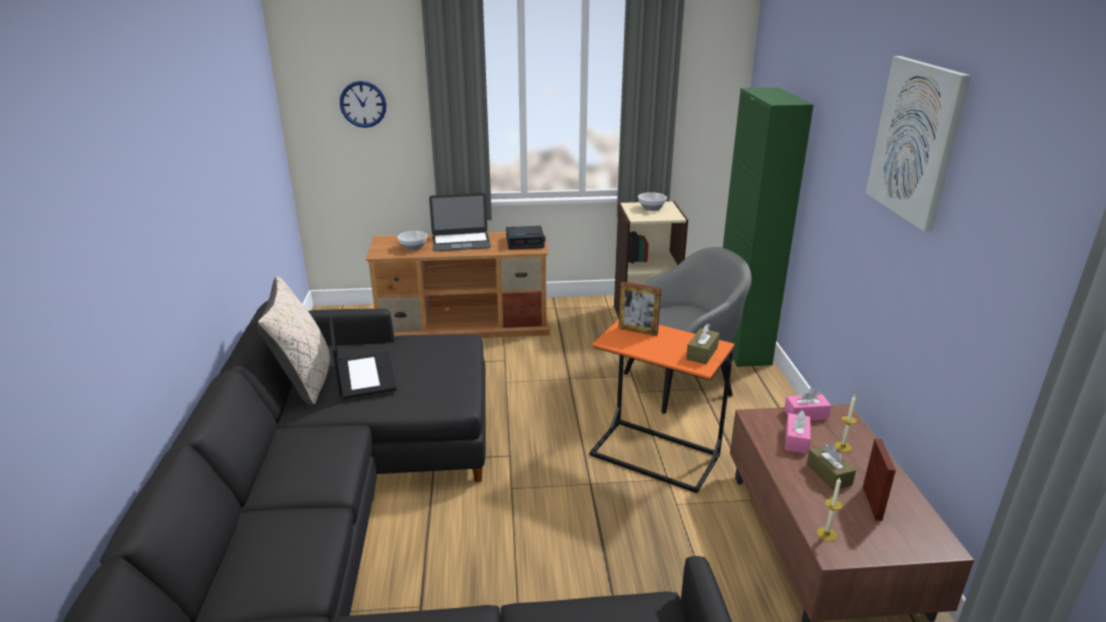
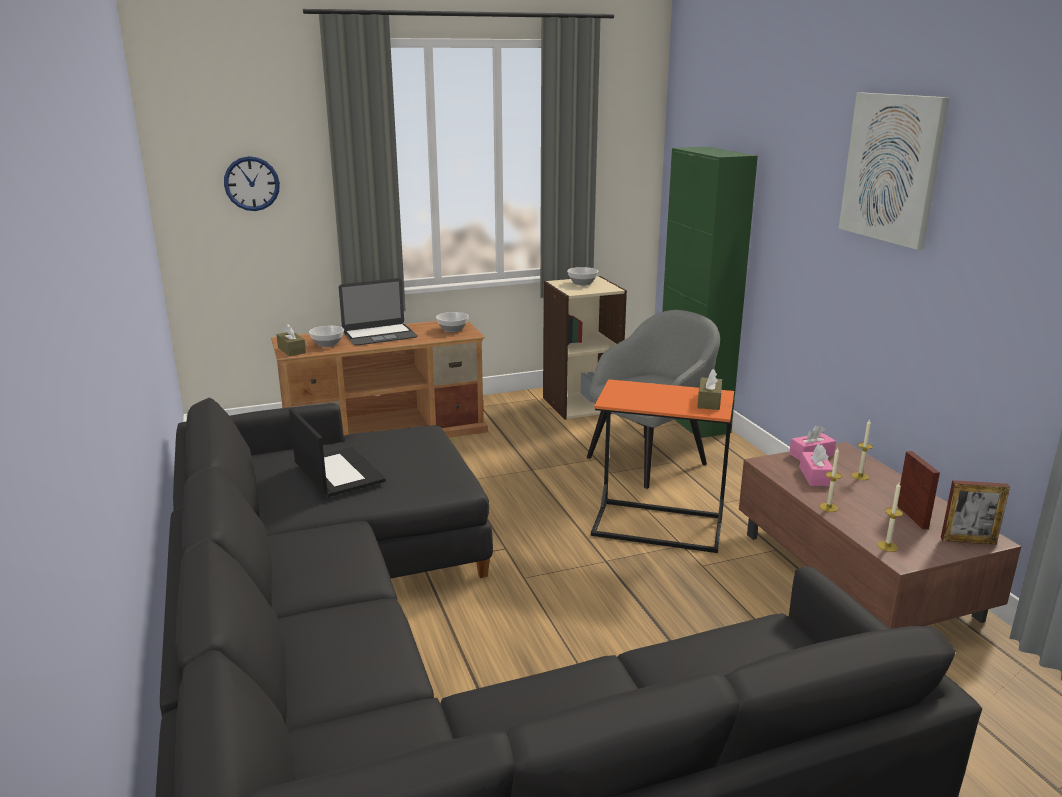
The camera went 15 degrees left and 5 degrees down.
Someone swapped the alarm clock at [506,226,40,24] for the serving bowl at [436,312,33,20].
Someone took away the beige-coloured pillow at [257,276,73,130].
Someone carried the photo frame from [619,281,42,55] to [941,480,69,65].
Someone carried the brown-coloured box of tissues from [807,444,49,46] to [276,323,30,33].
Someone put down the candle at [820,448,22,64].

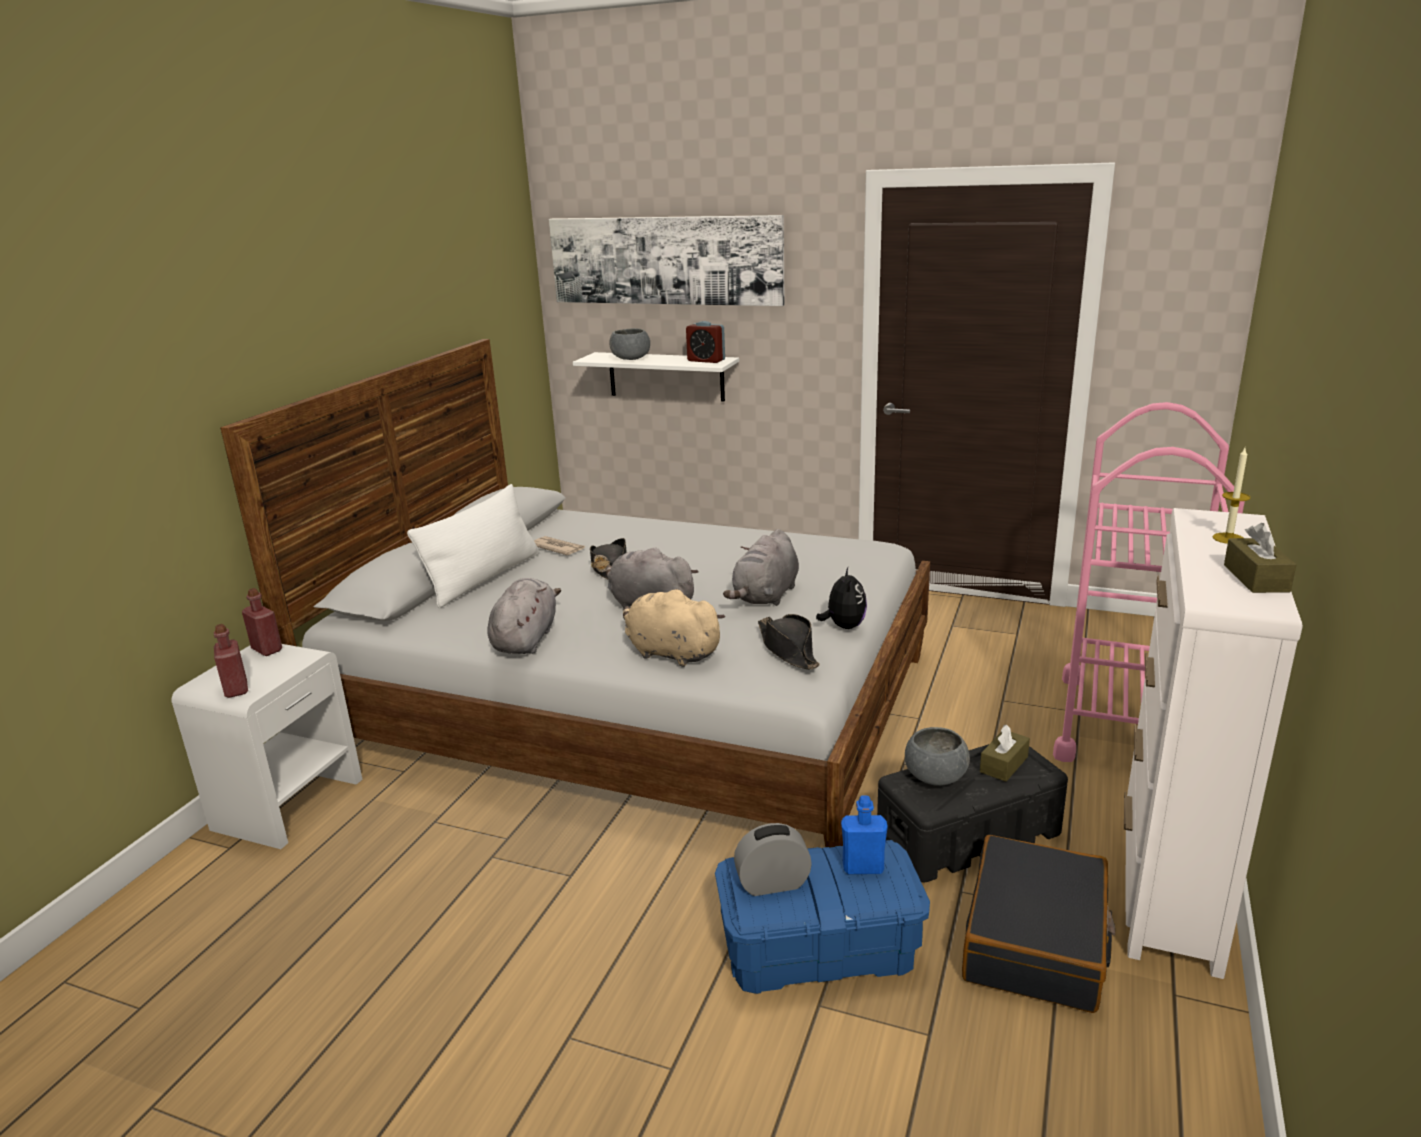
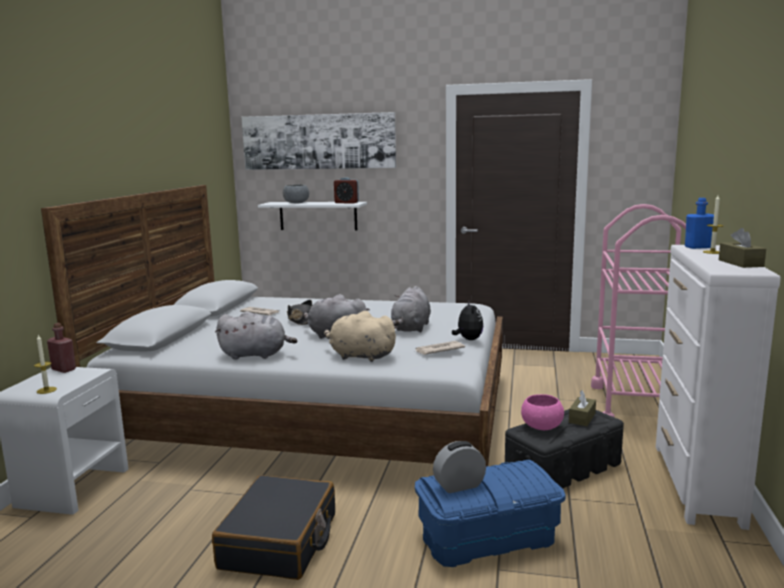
The camera went 10 degrees left and 10 degrees down.
Someone took away the white-coloured pillow at [407,484,133,124].
Someone rotated the grey cuddly toy at [487,578,74,76] by 90 degrees clockwise.
Someone swapped the black-coloured clothing hat at [758,614,62,55] for the daily paper at [416,341,49,14].
Someone swapped the reddish beverage bottle at [214,624,34,74] for the candle at [34,335,23,59].
Someone repainted the grey serving bowl at [905,727,65,59], which became the pink serving bowl at [521,394,43,36].
Someone carried the blue beverage bottle from [841,795,47,79] to [685,198,29,51].
Someone carried the black-coloured travel case from [962,835,154,178] to [212,475,123,105].

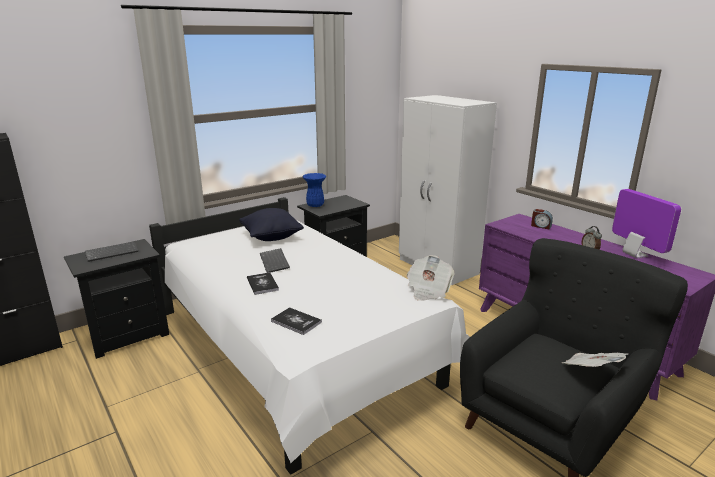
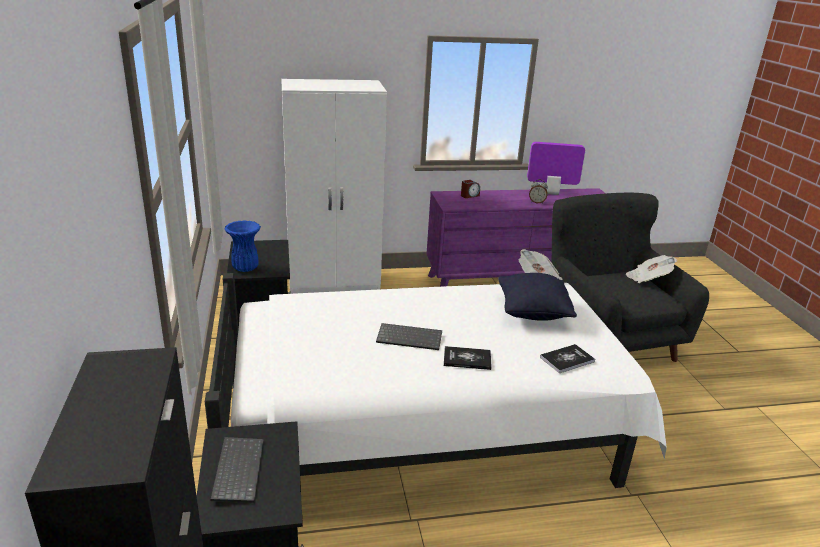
The camera went 65 degrees left and 5 degrees up.
Someone carried the black-coloured pillow from [239,208,65,33] to [498,273,79,48].

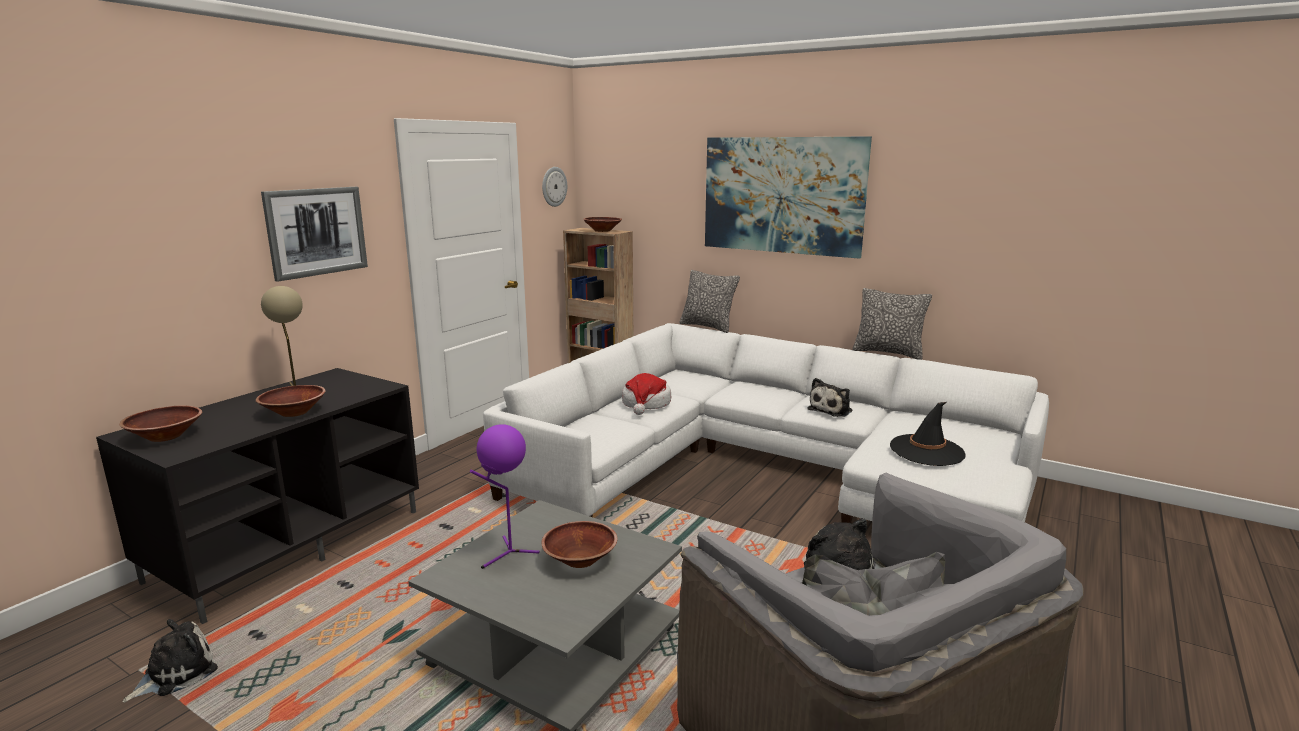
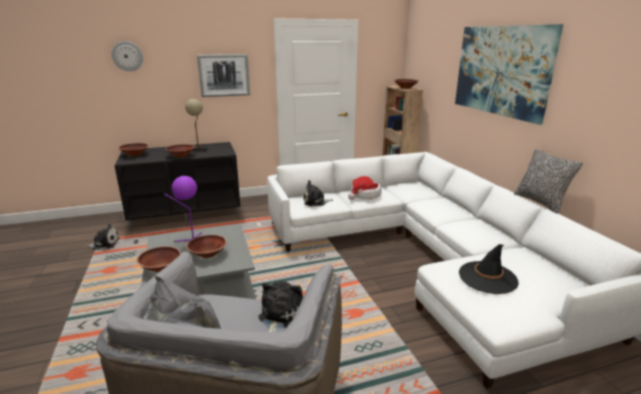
The camera went 40 degrees right and 5 degrees up.
Someone carried the hanging clock from [542,167,25,40] to [112,41,31,30].
Someone took away the pillow at [679,270,61,63].
Someone carried the cuddly toy from [808,378,44,39] to [303,180,30,26].
Someone put down the brown-coloured serving bowl at [136,247,45,25].

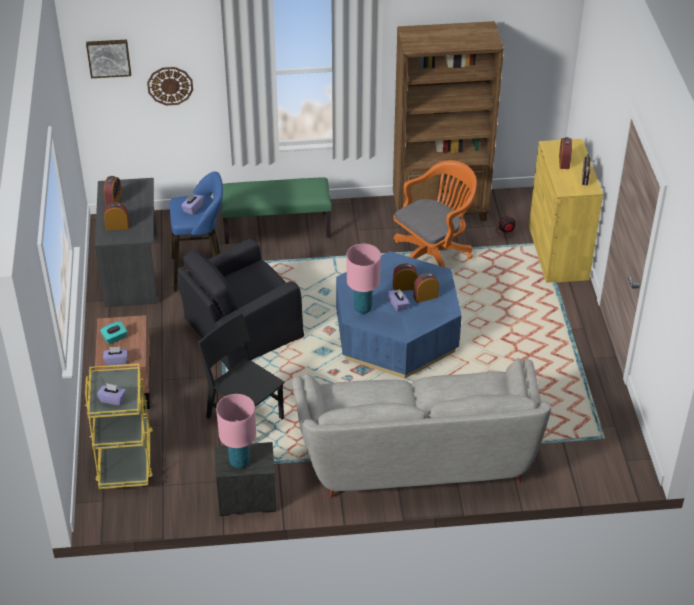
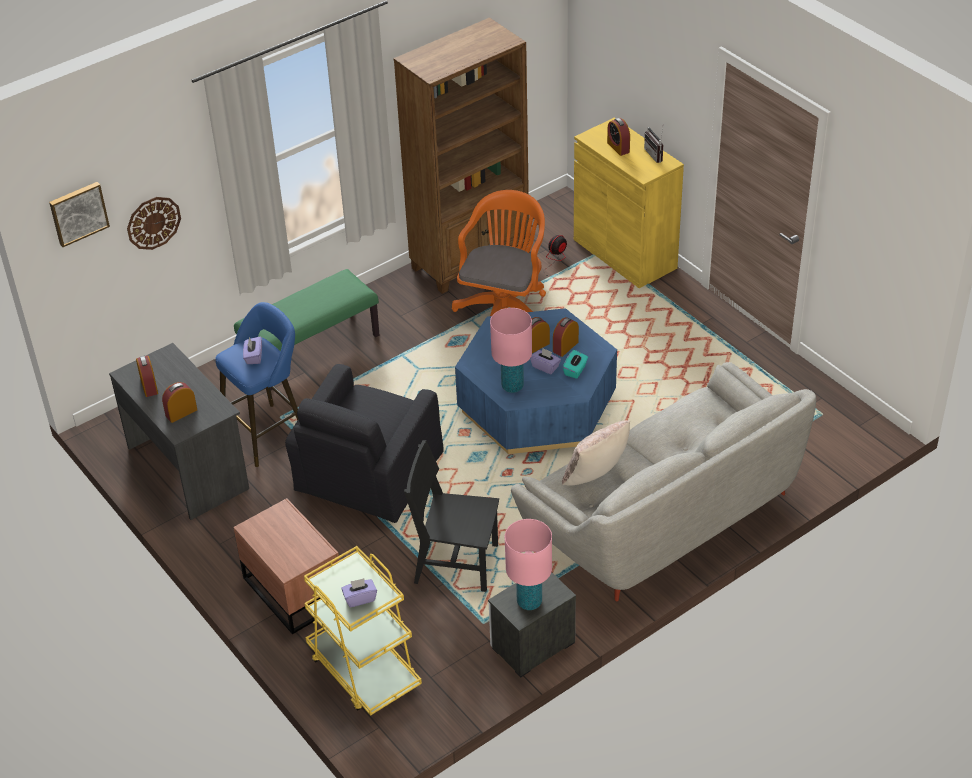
The camera went 30 degrees left and 0 degrees up.
Someone carried the turquoise box of tissues from [100,321,27,23] to [563,350,25,29].
Someone took away the purplish box of tissues at [103,347,24,19].
Someone put down the beige-coloured pillow at [562,420,68,66].

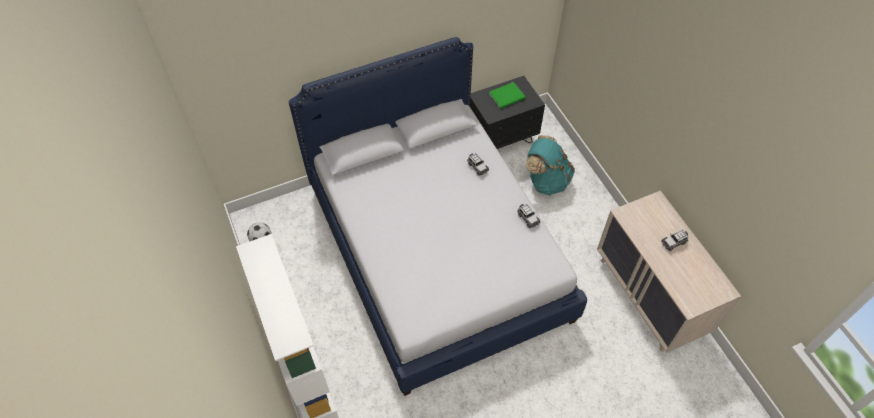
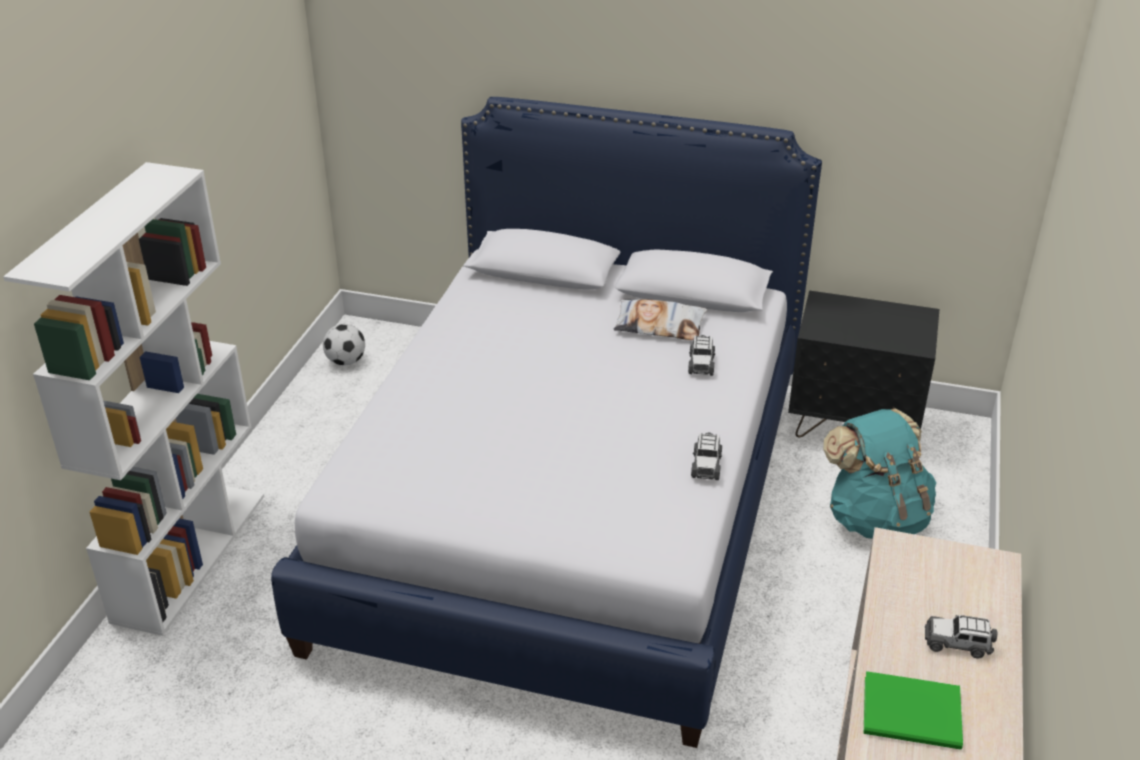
The camera went 40 degrees right and 20 degrees down.
Someone carried the green book from [489,82,37,27] to [864,671,99,79].
Someone put down the pillow at [614,299,93,41].

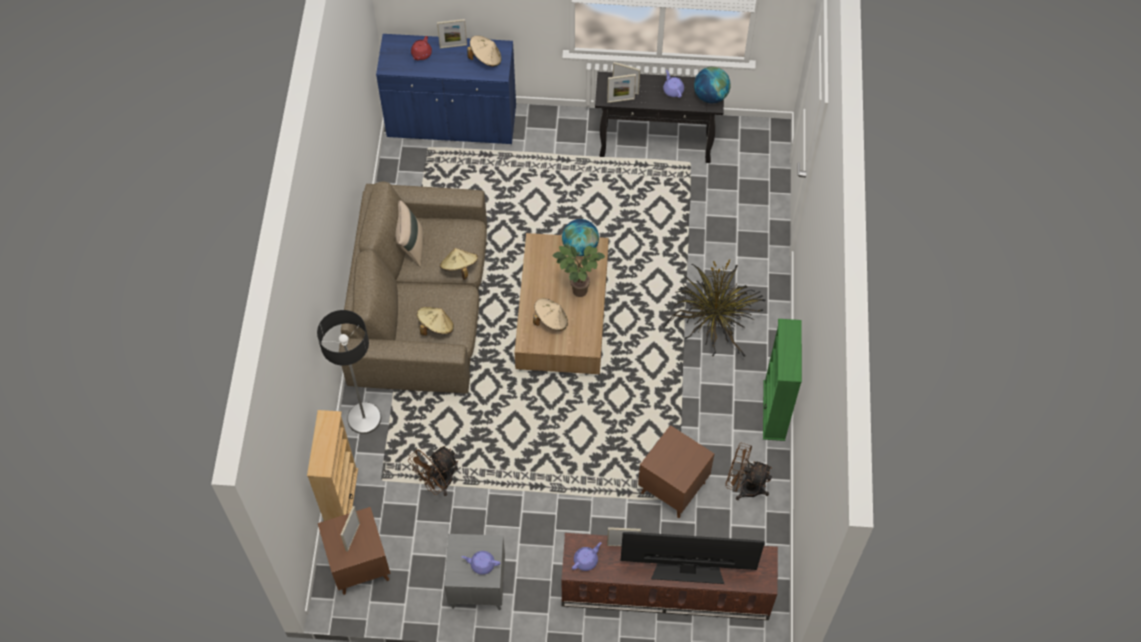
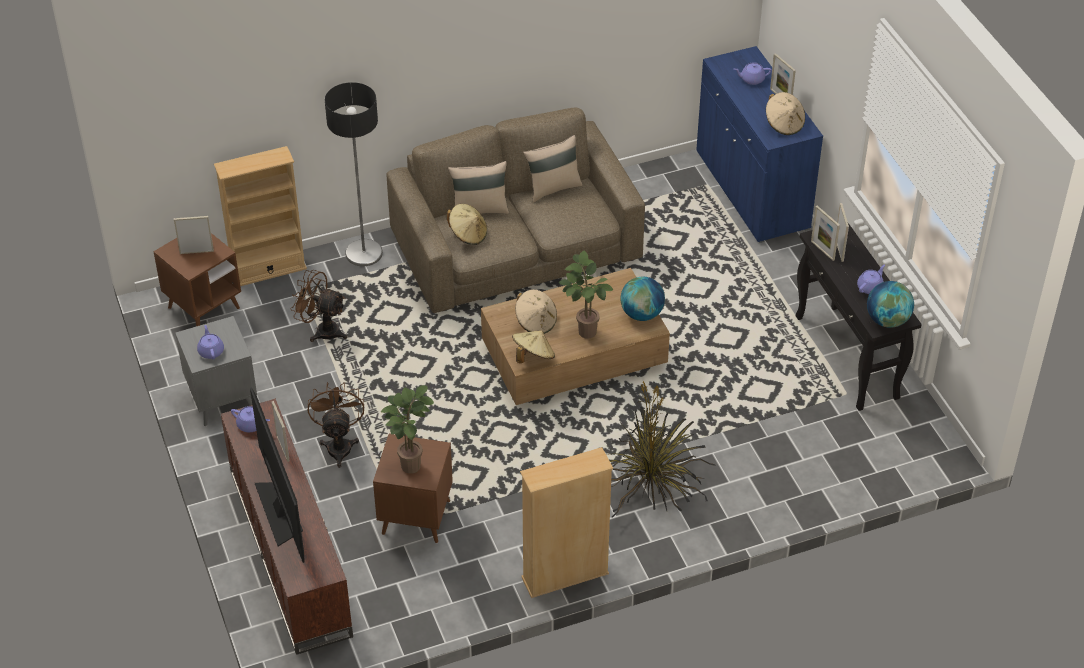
The camera went 65 degrees right and 15 degrees down.
Someone repainted the reddish teapot at [411,36,21,25], which became the purplish teapot at [734,63,38,22].
Someone carried the beige-coloured clothing hat from [440,248,38,32] to [512,330,43,33].
Someone repainted the green bookshelf at [763,319,39,122], which became the beige-coloured bookshelf at [520,447,93,151].
Someone carried the brown-coloured electric fan from [725,443,47,57] to [308,382,56,86].
Someone put down the beige-coloured pillow at [448,161,61,53].
Someone put down the plant in a pot at [381,385,53,89].

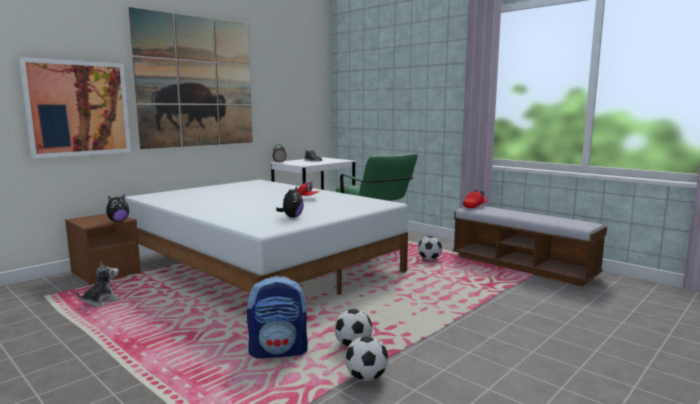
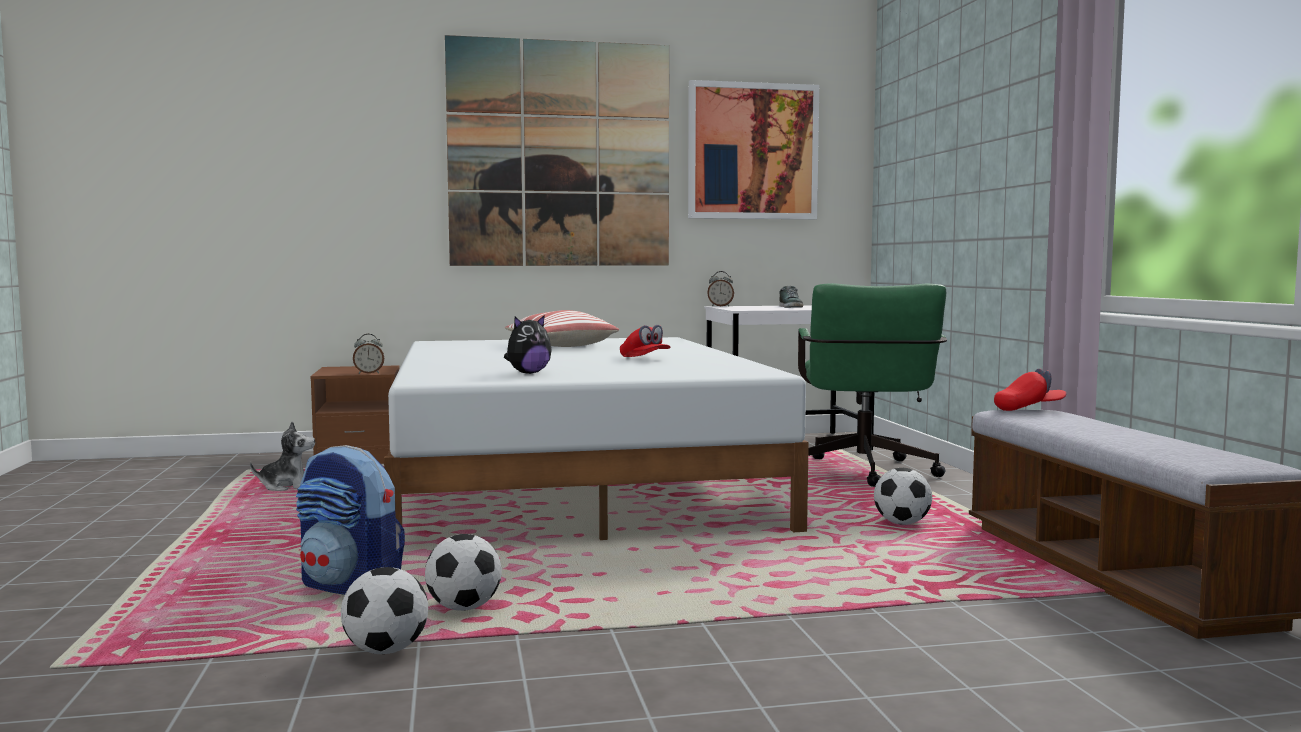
The camera went 35 degrees right and 5 degrees down.
Someone carried the wall picture from [18,57,113,102] to [688,80,131,139].
Someone swapped the cuddly toy at [106,194,23,28] for the alarm clock at [353,334,31,40].
Someone put down the pillow at [505,310,114,37].

